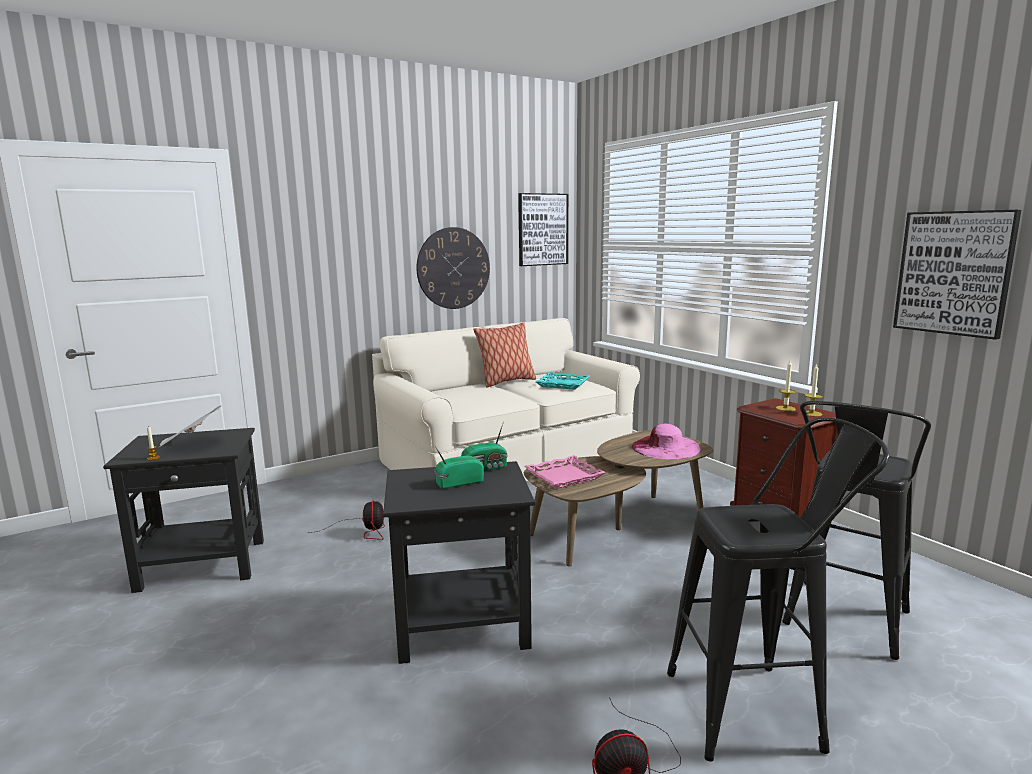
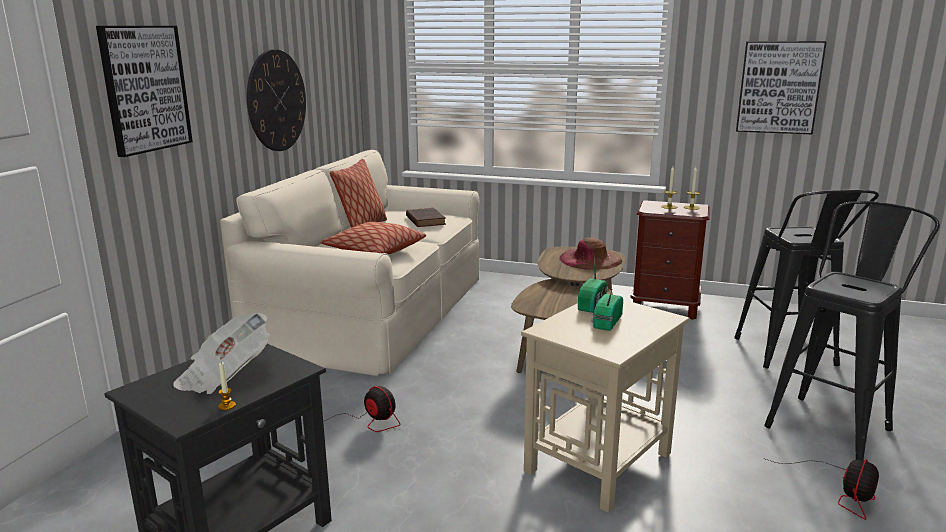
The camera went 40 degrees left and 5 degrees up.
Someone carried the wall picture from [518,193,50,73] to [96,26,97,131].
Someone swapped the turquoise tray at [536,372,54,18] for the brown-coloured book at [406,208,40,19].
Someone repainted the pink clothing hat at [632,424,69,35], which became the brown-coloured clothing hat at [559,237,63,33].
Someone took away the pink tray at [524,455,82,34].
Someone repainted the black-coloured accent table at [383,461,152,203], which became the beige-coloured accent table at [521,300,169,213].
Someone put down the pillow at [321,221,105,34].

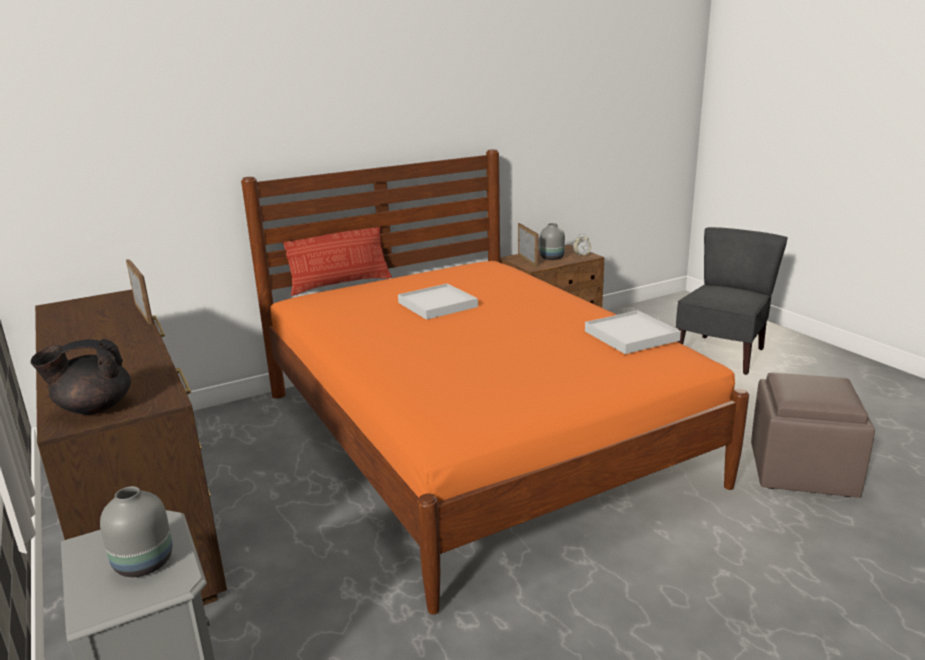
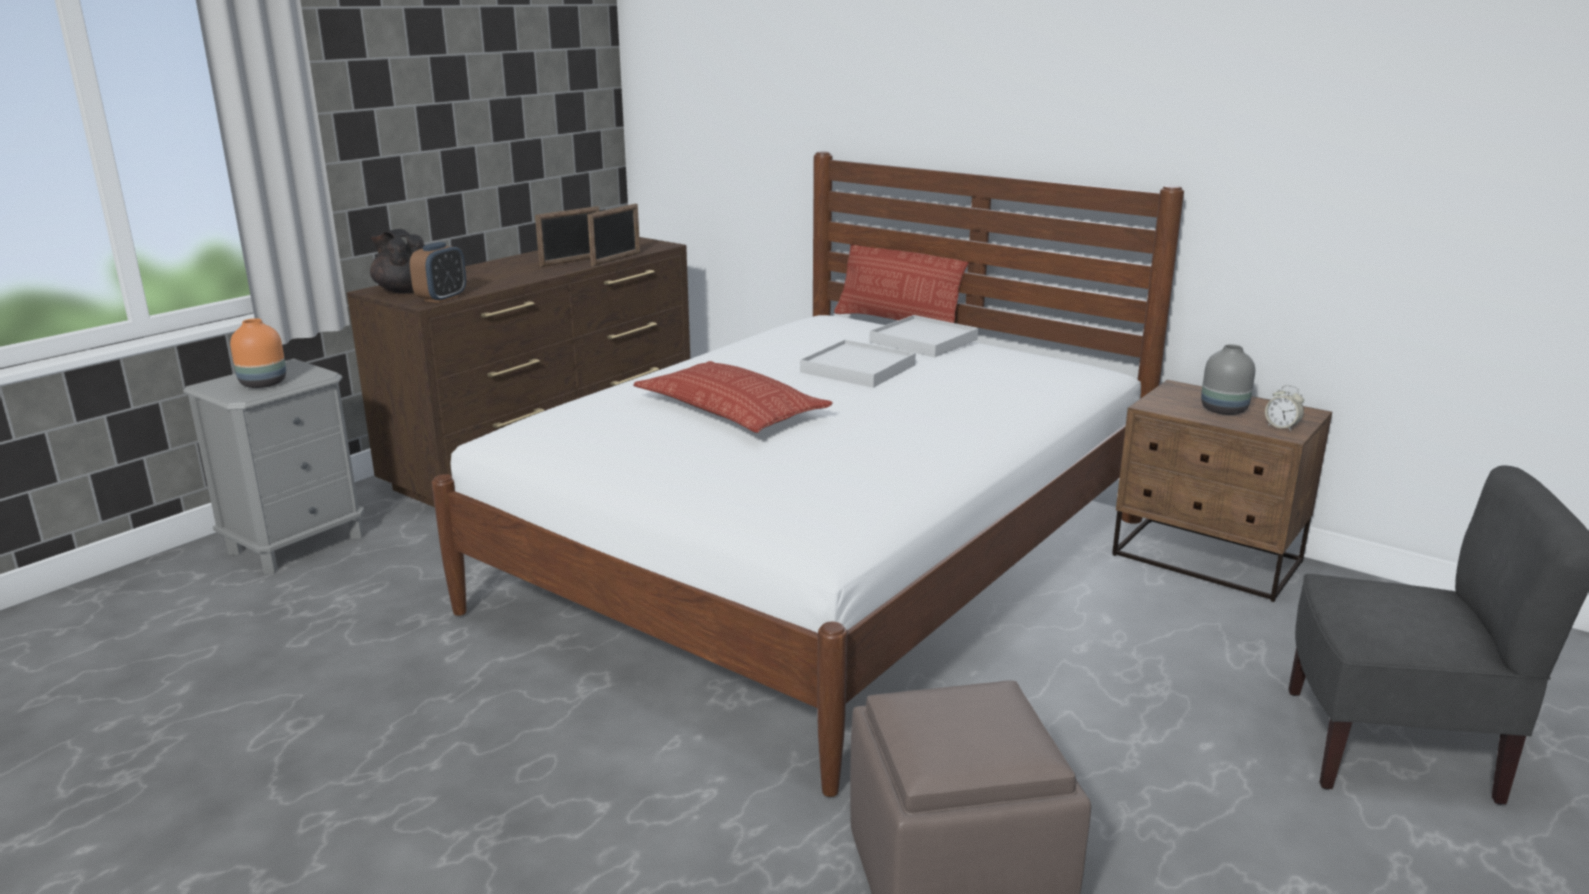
The camera went 65 degrees right and 0 degrees up.
Someone repainted the orange-coloured bedroom bed at [241,149,508,466], which became the white-coloured bedroom bed at [432,152,752,645].
Someone carried the photo frame from [518,223,21,45] to [535,206,65,61].
Someone carried the white-coloured tray from [585,310,96,44] to [869,315,109,42].
Someone repainted the grey flower vase at [100,486,72,91], which became the orange-coloured flower vase at [230,319,56,69].
Someone put down the alarm clock at [410,242,56,61].
Someone put down the pillow at [633,361,200,72].

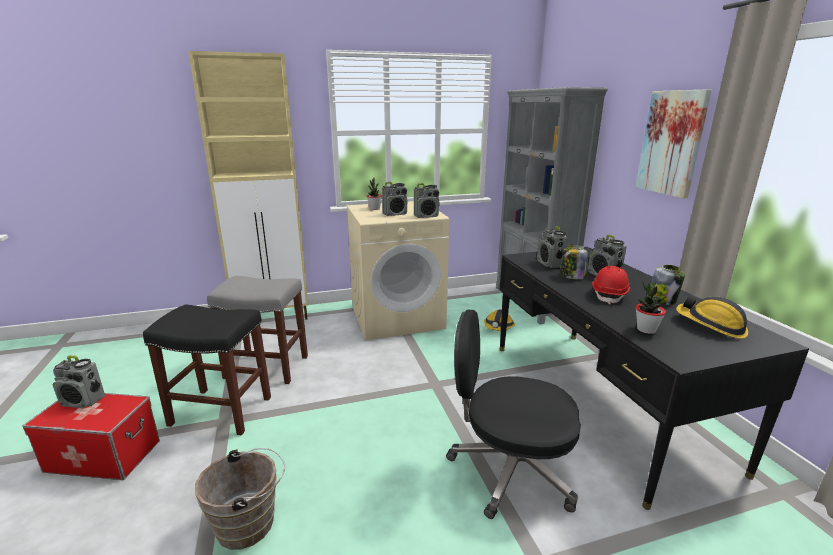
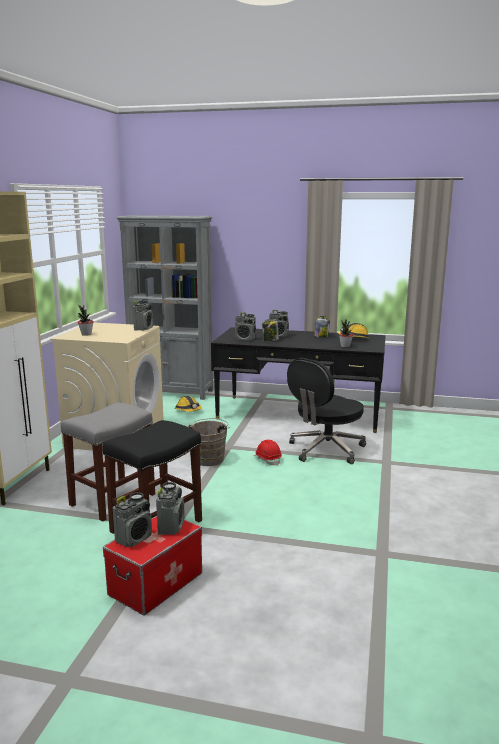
The camera went 60 degrees left and 5 degrees down.
Someone took away the wall picture at [636,89,76,110].
Someone carried the radio receiver from [382,182,26,34] to [156,482,29,53].
Someone carried the reddish hard hat from [592,266,39,38] to [254,440,28,25].
Someone carried the brown-coloured bucket from [195,448,90,102] to [188,418,42,48].

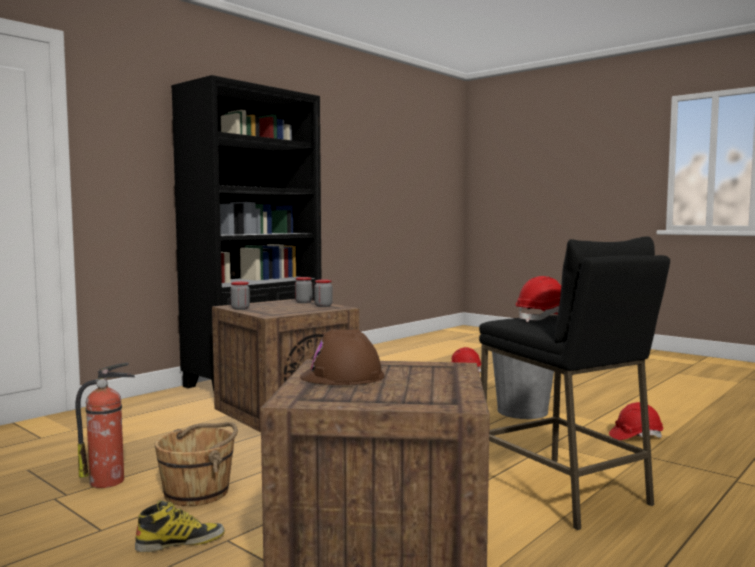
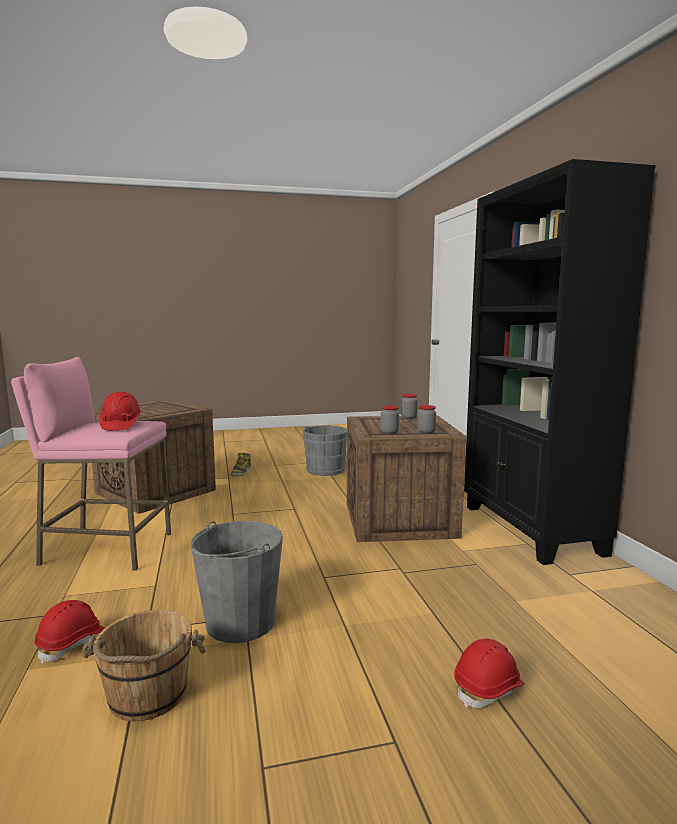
The camera went 125 degrees right and 5 degrees up.
Someone repainted the black-coloured sitting stool at [479,236,191,294], which became the pink sitting stool at [11,357,160,214].
Someone took away the brown-coloured hard hat at [300,329,84,56].
Someone swapped the fire-fighting cylinder at [75,363,60,125] for the grey bucket at [302,425,45,51].
Someone carried the brown-coloured bucket from [155,422,83,84] to [82,610,124,111].

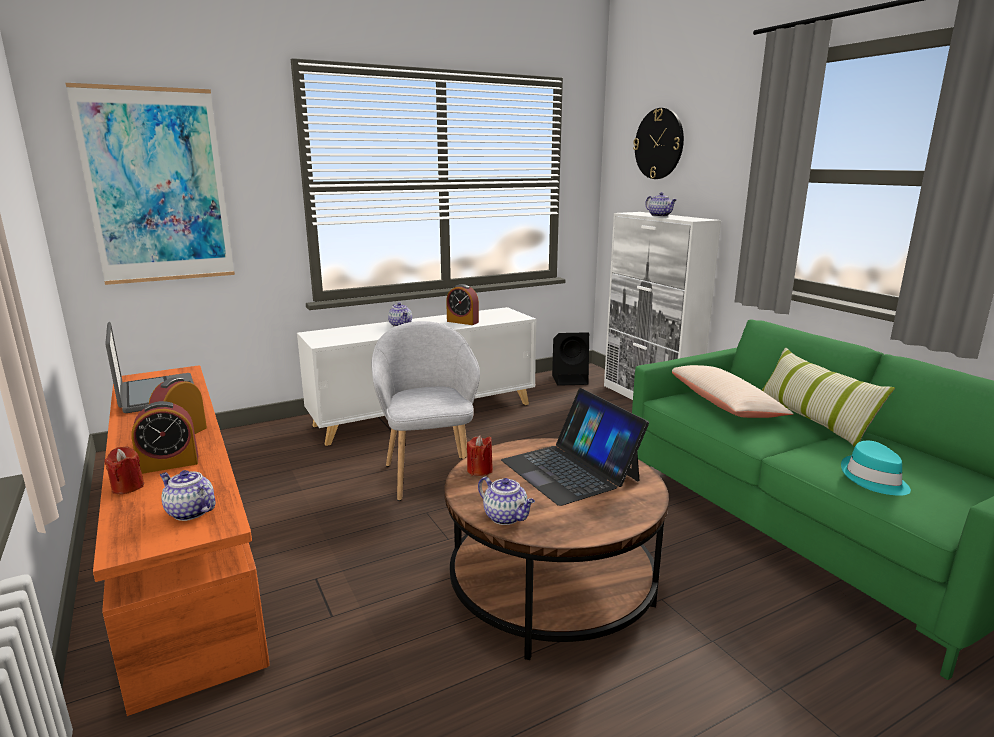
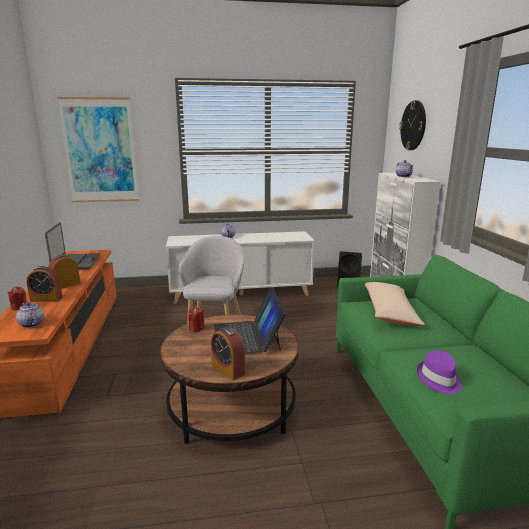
The camera went 20 degrees right and 0 degrees up.
Someone carried the alarm clock from [446,284,33,41] to [211,327,35,53].
Someone took away the pillow at [762,347,133,100].
Someone repainted the turquoise clothing hat at [841,441,70,55], which became the purplish clothing hat at [417,350,45,44].
Someone took away the teapot at [478,476,57,49].

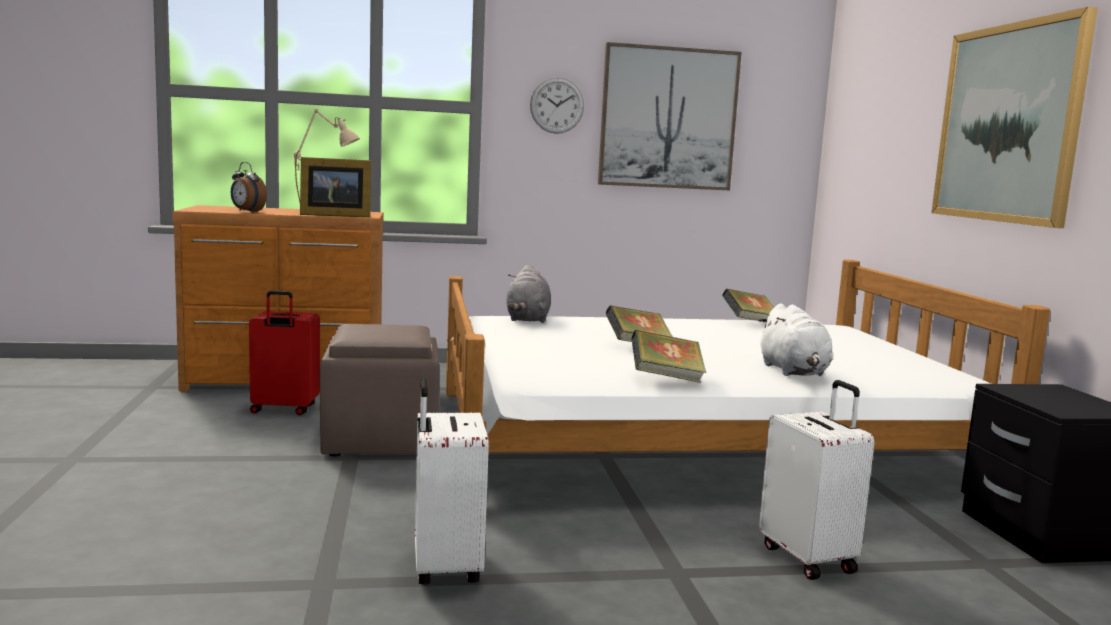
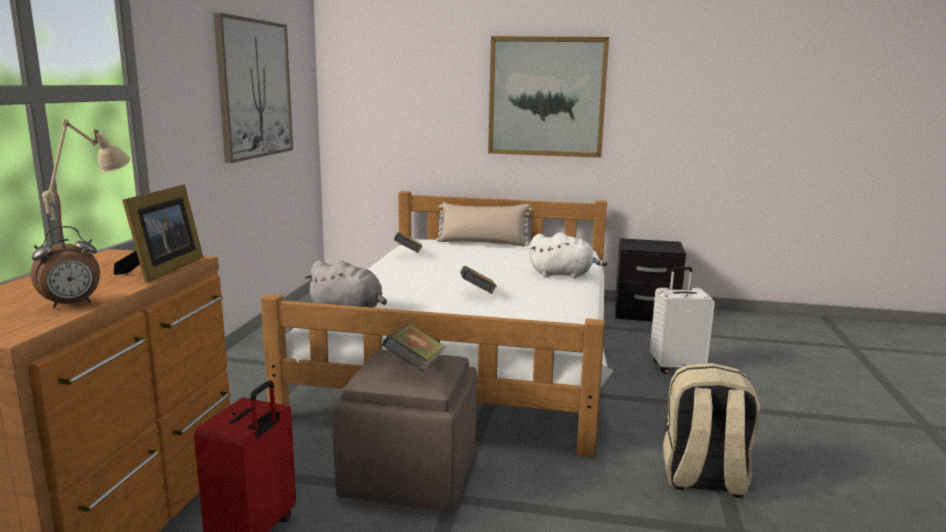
The camera went 70 degrees left and 5 degrees up.
Someone took away the hanging clock at [530,77,54,57].
Someone carried the book from [632,330,74,53] to [382,324,63,48].
Someone swapped the white-coloured travel case at [415,378,74,207] for the beige-coloured rucksack at [663,363,97,135].
Someone put down the beige-coloured pillow at [436,202,96,45].

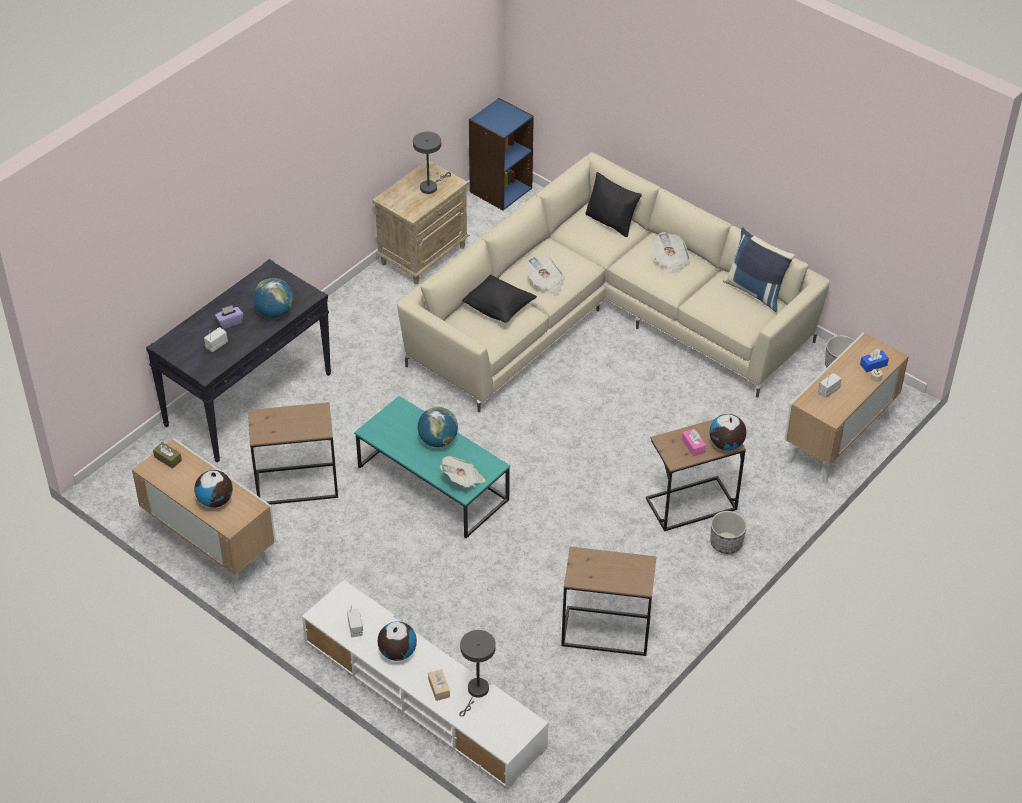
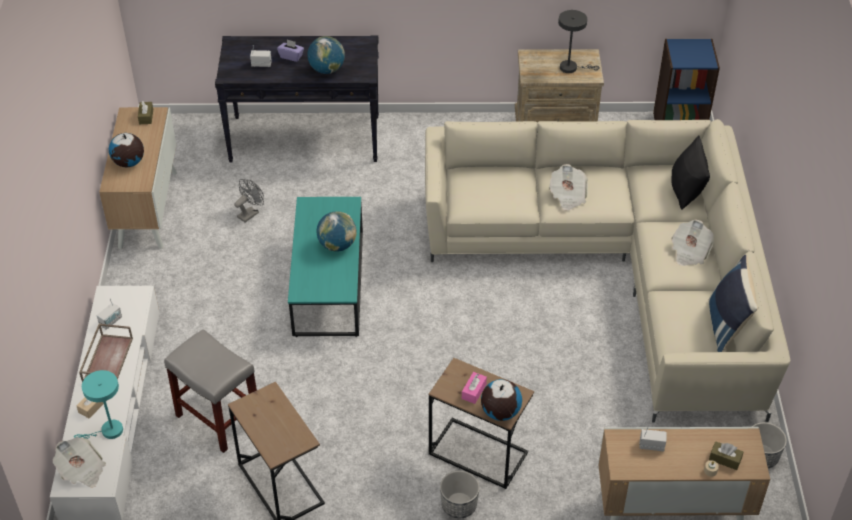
The camera went 50 degrees right and 0 degrees up.
Someone took away the black-coloured pillow at [462,275,75,48].
Someone repainted the blue box of tissues at [860,349,29,23], which became the brown-coloured box of tissues at [709,441,34,29].
Someone swapped the brown-coloured accent table at [248,402,90,103] for the grey electric fan at [234,179,30,43].
Someone carried the daily paper from [440,456,46,32] to [53,437,53,51].
Someone swapped the world globe at [378,621,39,40] for the brown-coloured tray at [79,323,54,59].
Someone repainted the grey table lamp at [459,630,37,86], which became the turquoise table lamp at [74,370,49,69].
Someone put down the grey sitting stool at [164,329,93,124].

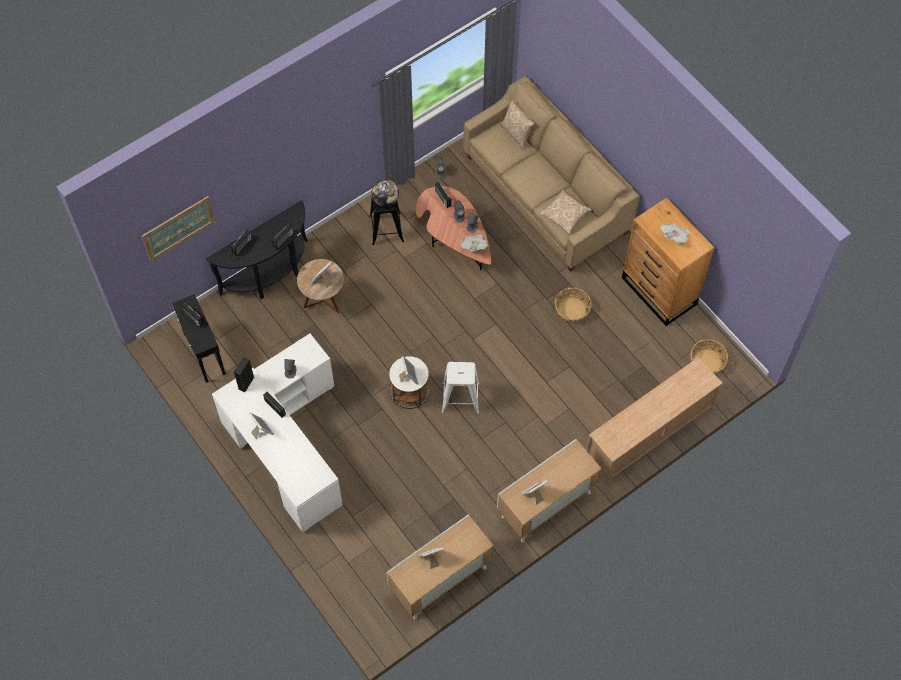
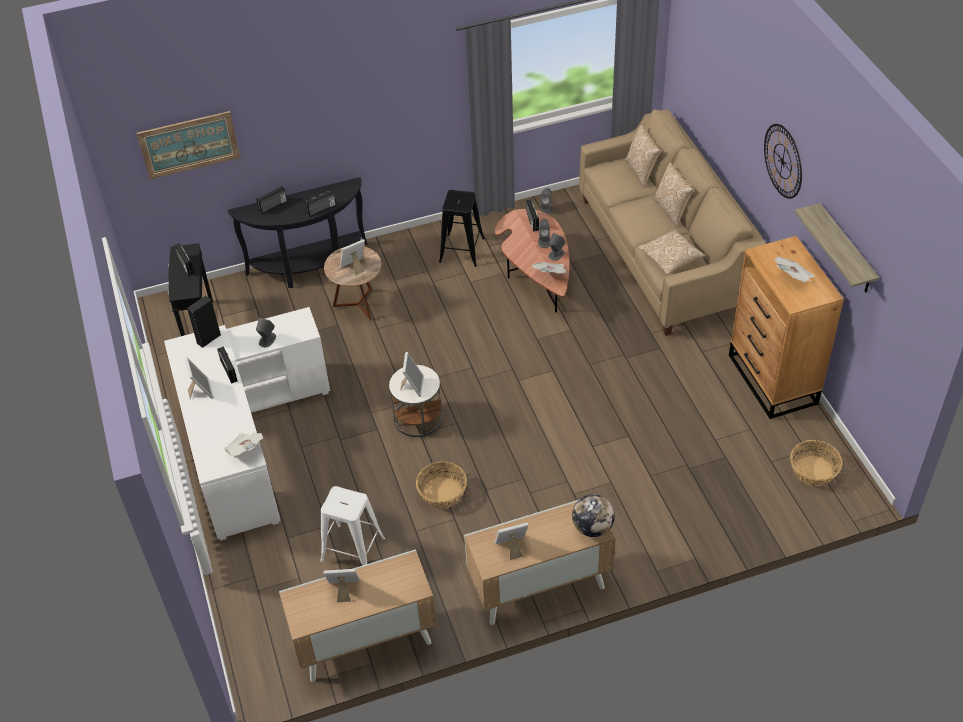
The camera went 20 degrees right and 15 degrees down.
Someone carried the world globe from [372,179,27,28] to [572,494,43,43].
Someone carried the basket from [555,288,37,34] to [416,461,51,47].
Someone took away the beige-coloured media console at [586,357,137,127].
Someone carried the white-coloured sitting stool from [442,362,38,51] to [320,486,65,80].
Someone put up the hanging clock at [764,124,38,75].
Someone put down the pillow at [653,163,41,64].
Someone put up the bracket shelf at [795,203,84,90].
Someone put down the daily paper at [224,433,39,23].

